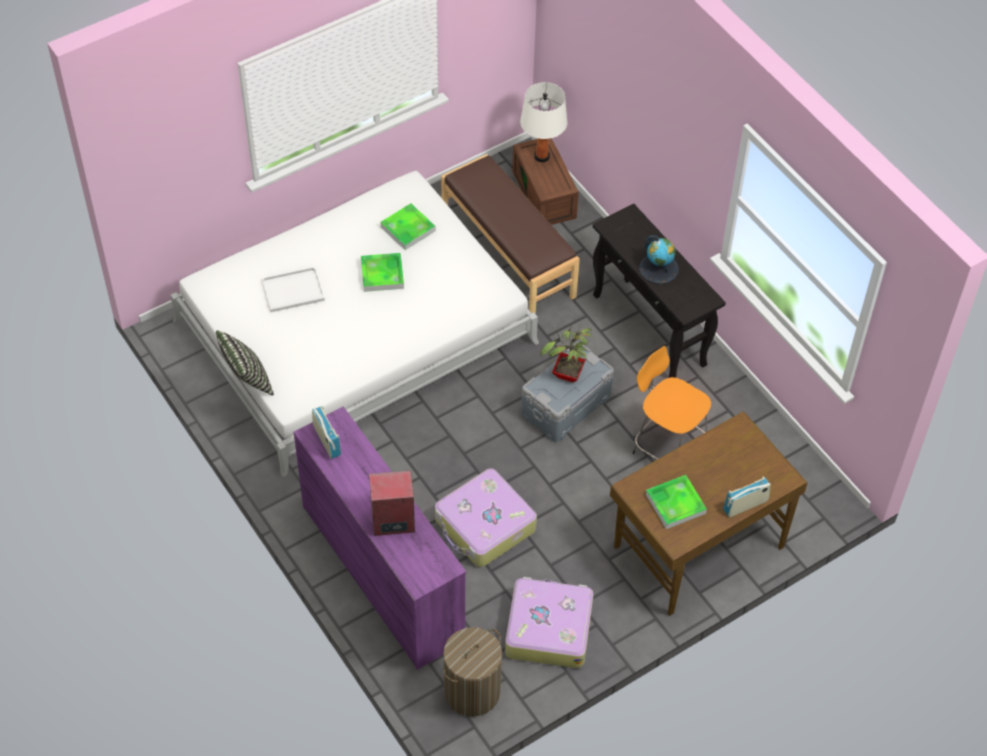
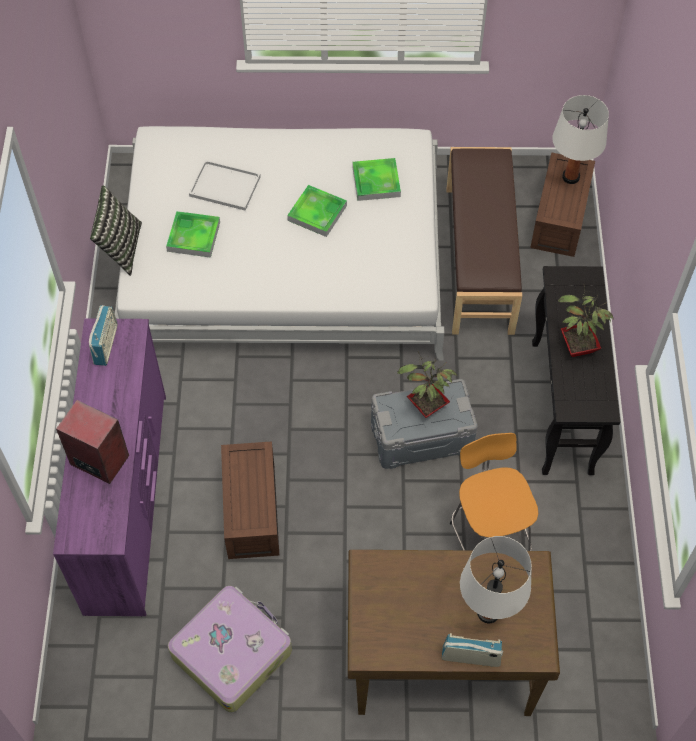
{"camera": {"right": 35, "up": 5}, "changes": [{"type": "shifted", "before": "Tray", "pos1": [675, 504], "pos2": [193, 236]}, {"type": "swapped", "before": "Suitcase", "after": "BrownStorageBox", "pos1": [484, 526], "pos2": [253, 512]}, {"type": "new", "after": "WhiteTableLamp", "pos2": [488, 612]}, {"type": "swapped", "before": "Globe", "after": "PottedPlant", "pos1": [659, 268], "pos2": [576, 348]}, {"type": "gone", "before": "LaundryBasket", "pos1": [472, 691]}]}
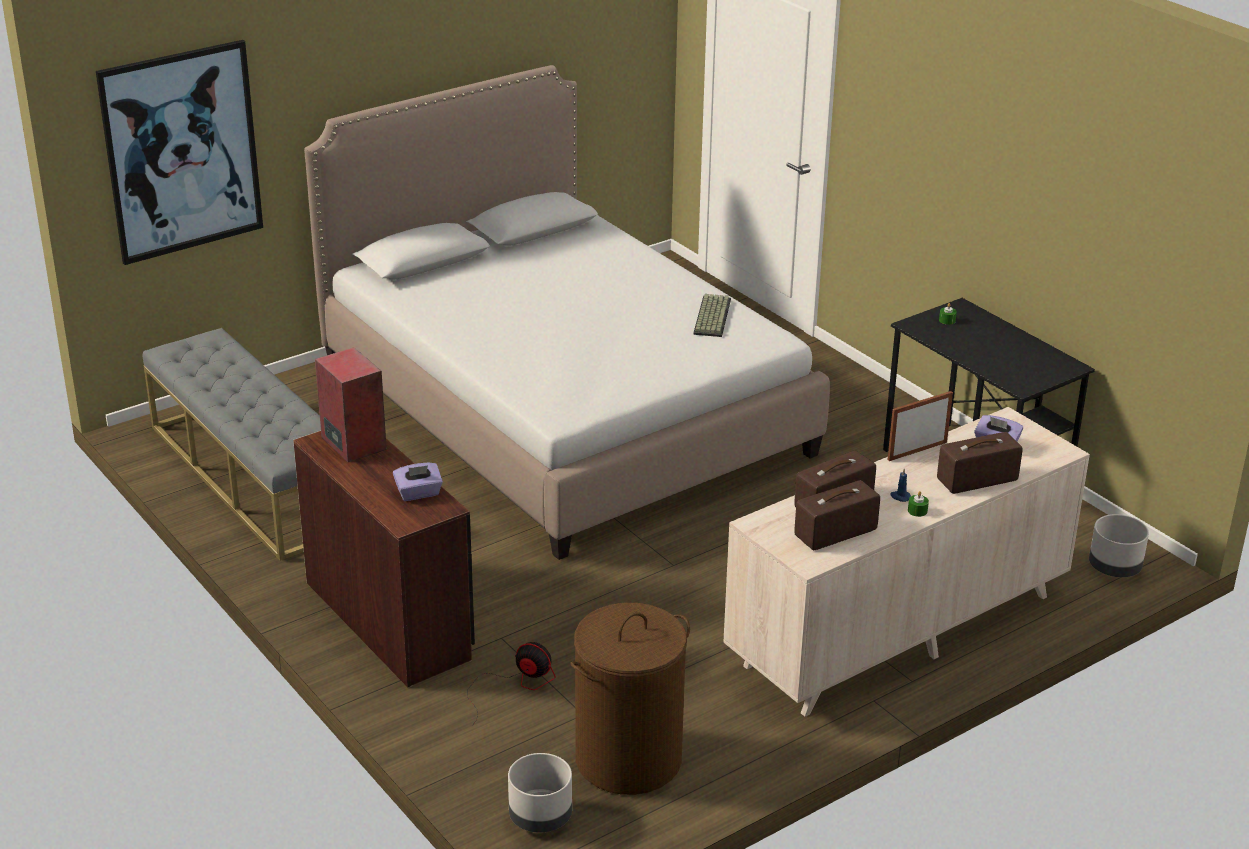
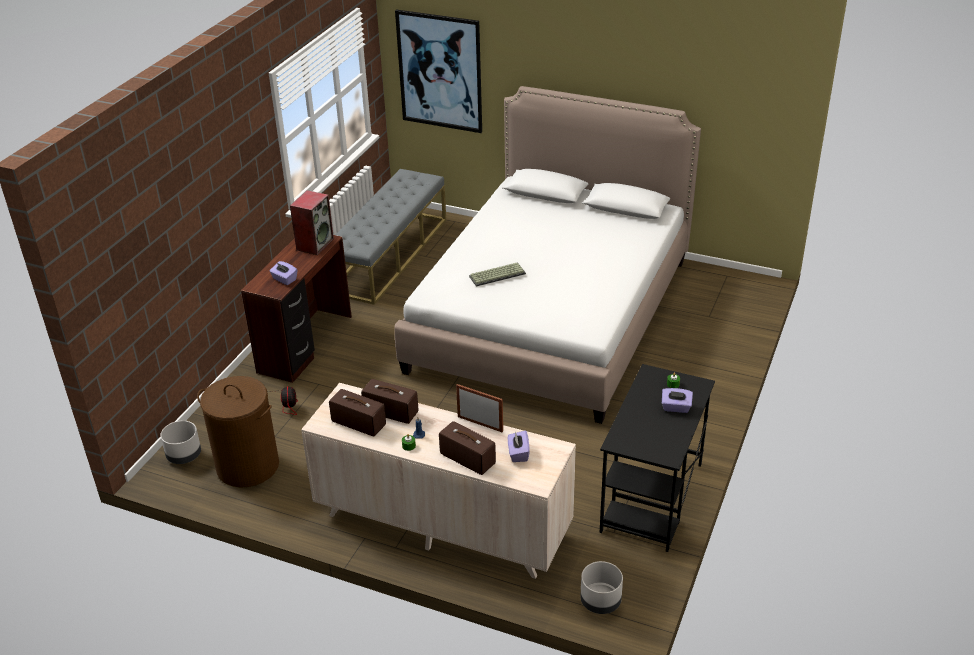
{"camera": {"right": 60, "up": 5}, "changes": [{"type": "shifted", "before": "Keyboard", "pos1": [711, 316], "pos2": [497, 274]}, {"type": "new", "after": "PurpleTissueBox", "pos2": [676, 408]}]}
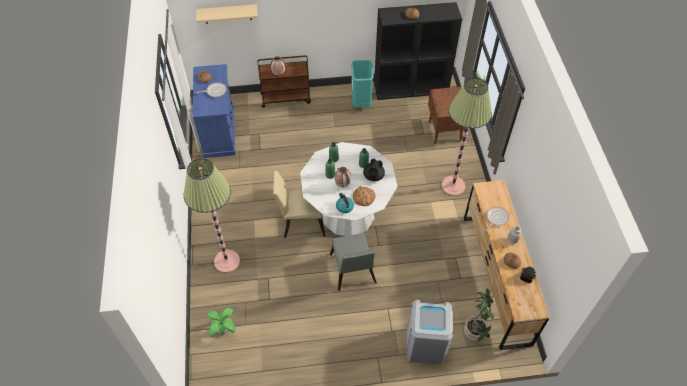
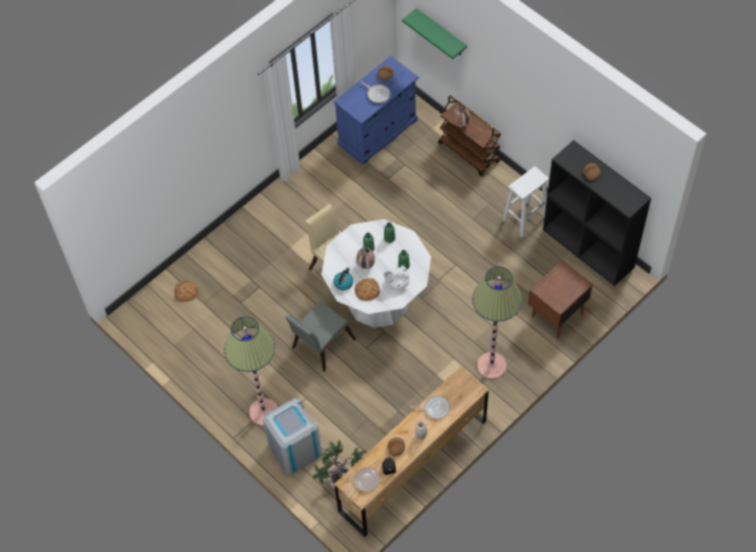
{"camera": {"right": 55, "up": 5}, "changes": [{"type": "swapped", "before": "PottedPlant", "after": "Bread", "pos1": [223, 330], "pos2": [186, 291]}, {"type": "shifted", "before": "FloorLamp", "pos1": [227, 261], "pos2": [264, 412]}, {"type": "new", "after": "FryingPan", "pos2": [365, 480]}, {"type": "repainted", "before": "BlackTeapot", "after": "WhiteTeapot", "pos1": [373, 176], "pos2": [396, 282]}, {"type": "repainted", "before": "BeigeShelf", "after": "GreenShelf", "pos1": [227, 14], "pos2": [441, 33]}, {"type": "swapped", "before": "TurquoiseTrashCan", "after": "WhiteStool", "pos1": [361, 102], "pos2": [525, 218]}]}
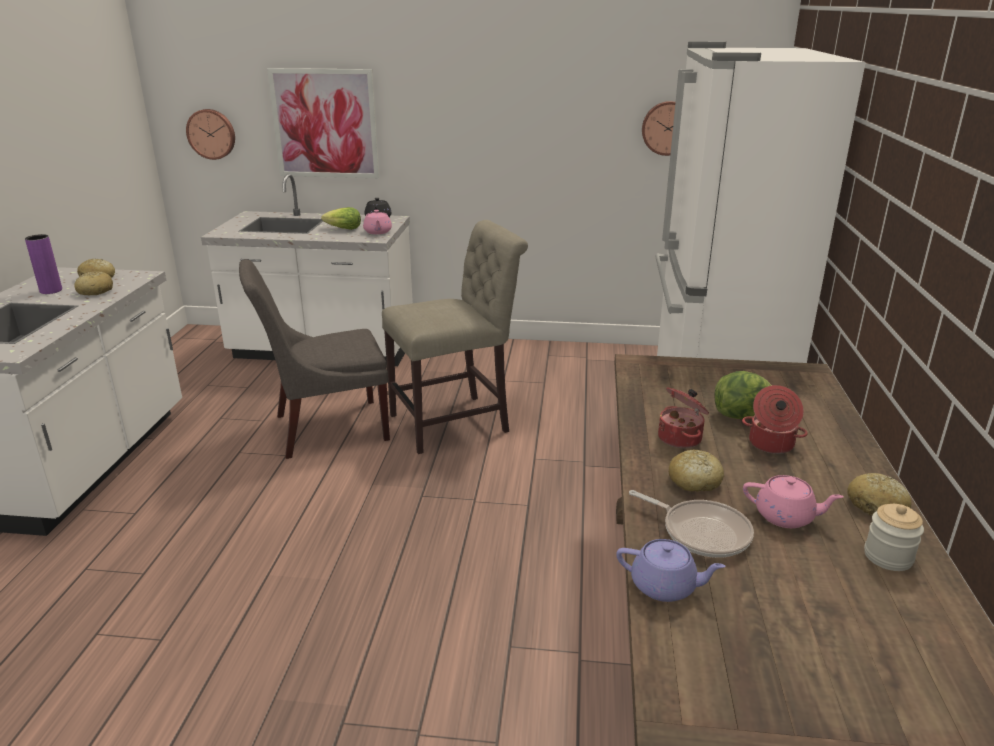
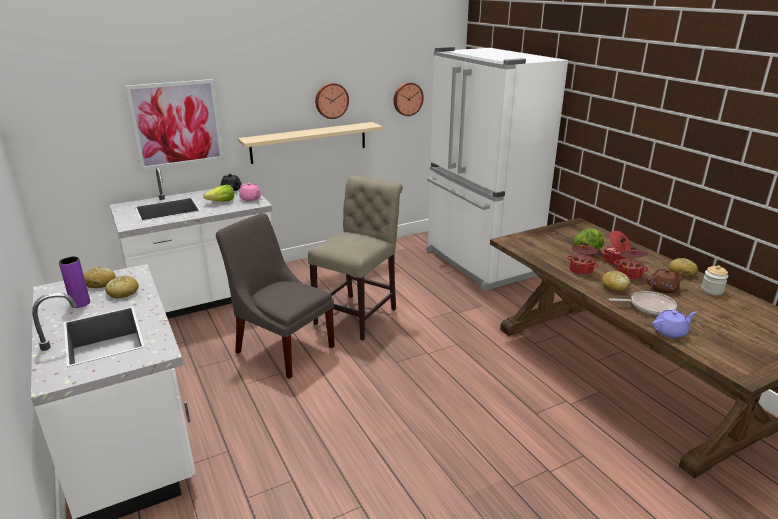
{"camera": {"right": -35, "up": 0}, "changes": [{"type": "rotated", "before": "GreyChair", "pos1": [325, 428], "pos2": [282, 347], "turn": 90}, {"type": "new", "after": "BeigeShelf", "pos2": [309, 142]}, {"type": "shifted", "before": "WallClock", "pos1": [212, 134], "pos2": [331, 100]}, {"type": "new", "after": "CookingPot", "pos2": [629, 275]}, {"type": "repainted", "before": "PinkTeapot", "after": "BrownTeapot", "pos1": [786, 516], "pos2": [664, 288]}]}
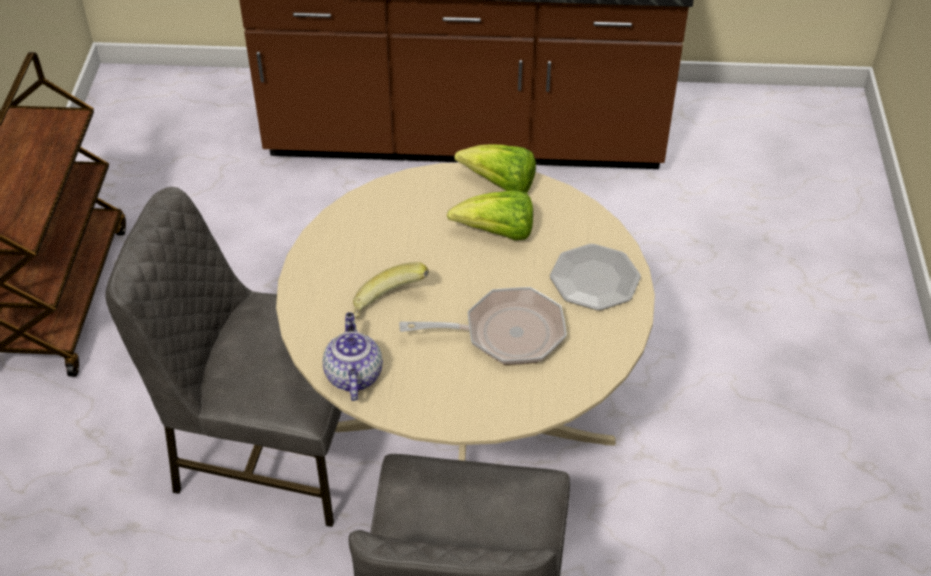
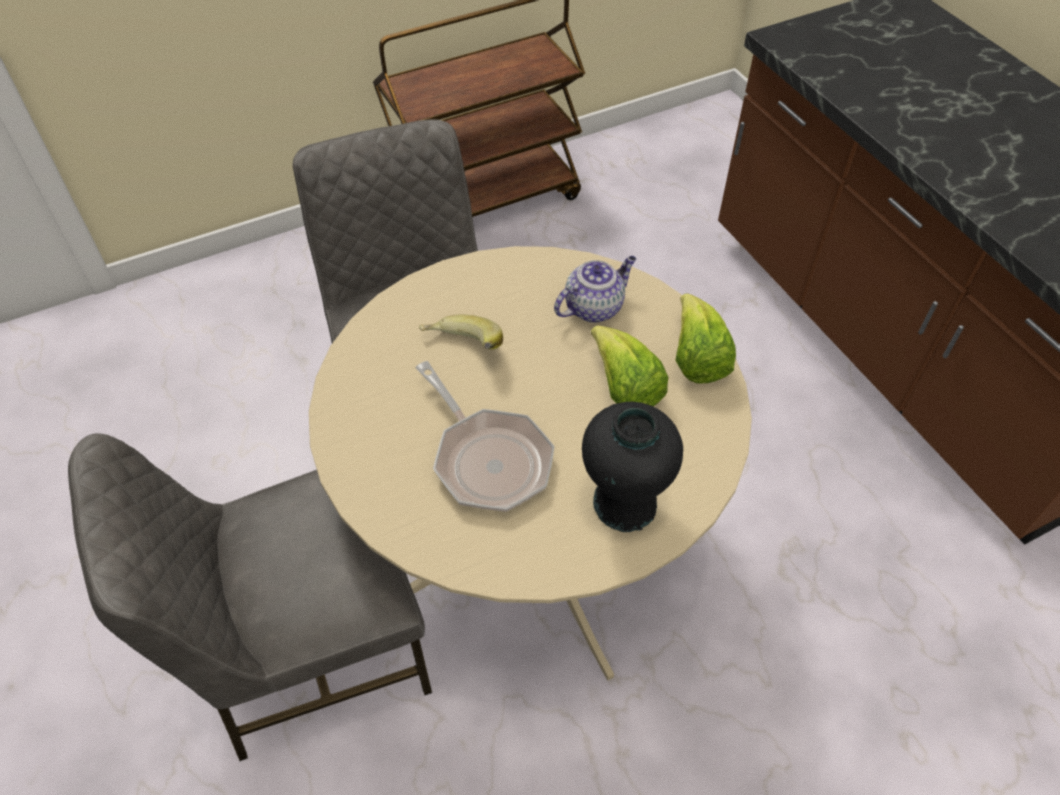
{"camera": {"right": 60, "up": 5}, "changes": [{"type": "shifted", "before": "Teapot", "pos1": [353, 375], "pos2": [594, 307]}, {"type": "swapped", "before": "Plate", "after": "BlackVase", "pos1": [595, 279], "pos2": [624, 504]}]}
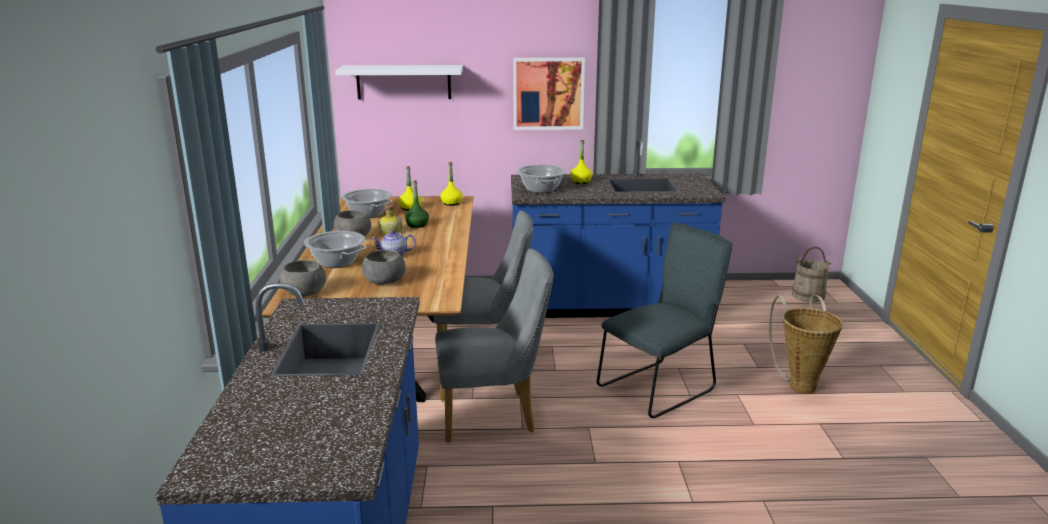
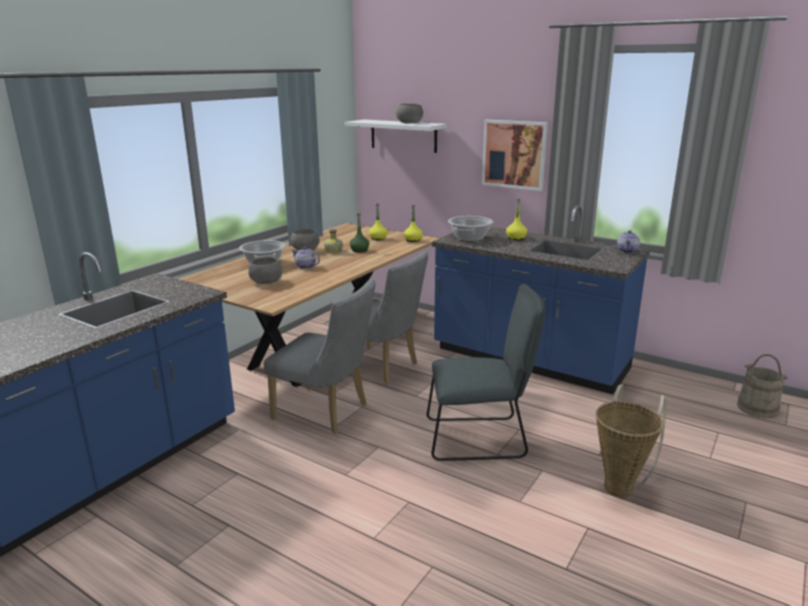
{"camera": {"right": 35, "up": 0}, "changes": [{"type": "shifted", "before": "GreyBowl", "pos1": [305, 292], "pos2": [409, 123]}, {"type": "new", "after": "Teapot", "pos2": [627, 251]}, {"type": "gone", "before": "CookingPot", "pos1": [368, 214]}]}
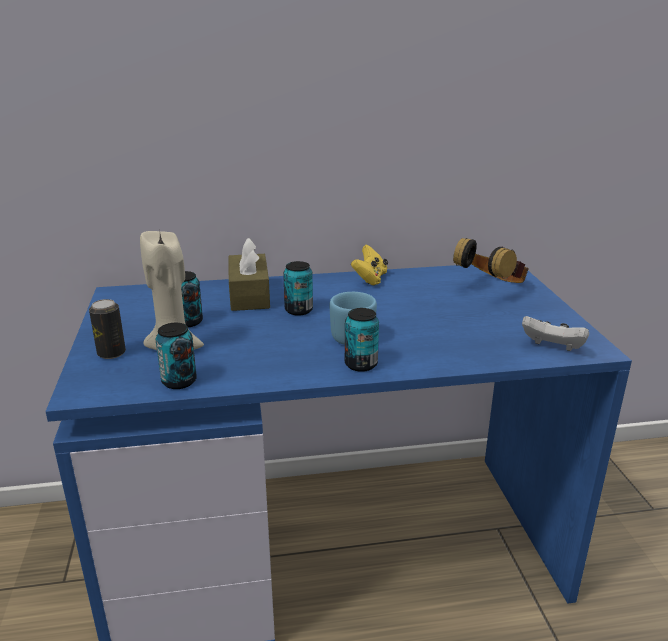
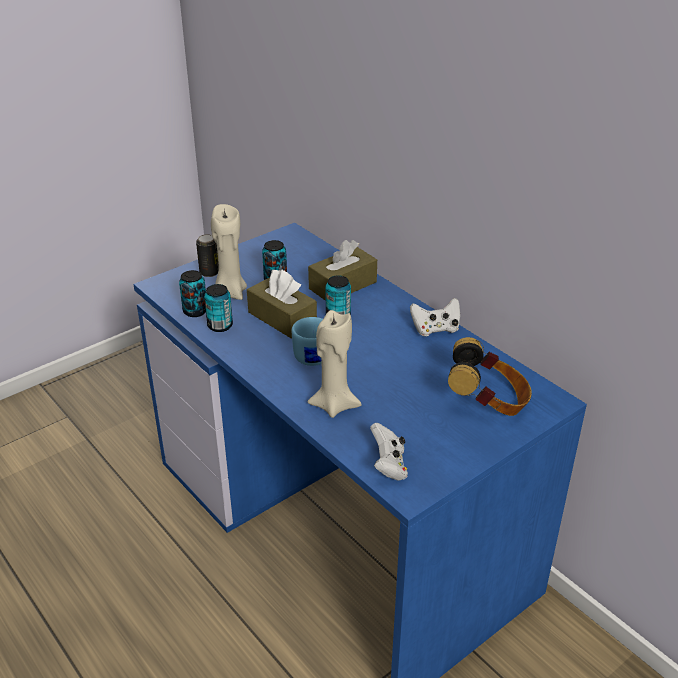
{"camera": {"right": 60, "up": 10}, "changes": [{"type": "shifted", "before": "Can", "pos1": [361, 364], "pos2": [220, 326]}, {"type": "new", "after": "BrownTissueBox", "pos2": [282, 318]}, {"type": "new", "after": "BeigeCandle", "pos2": [334, 405]}, {"type": "repainted", "before": "YellowGameController", "after": "WhiteGameController", "pos1": [370, 279], "pos2": [435, 329]}]}
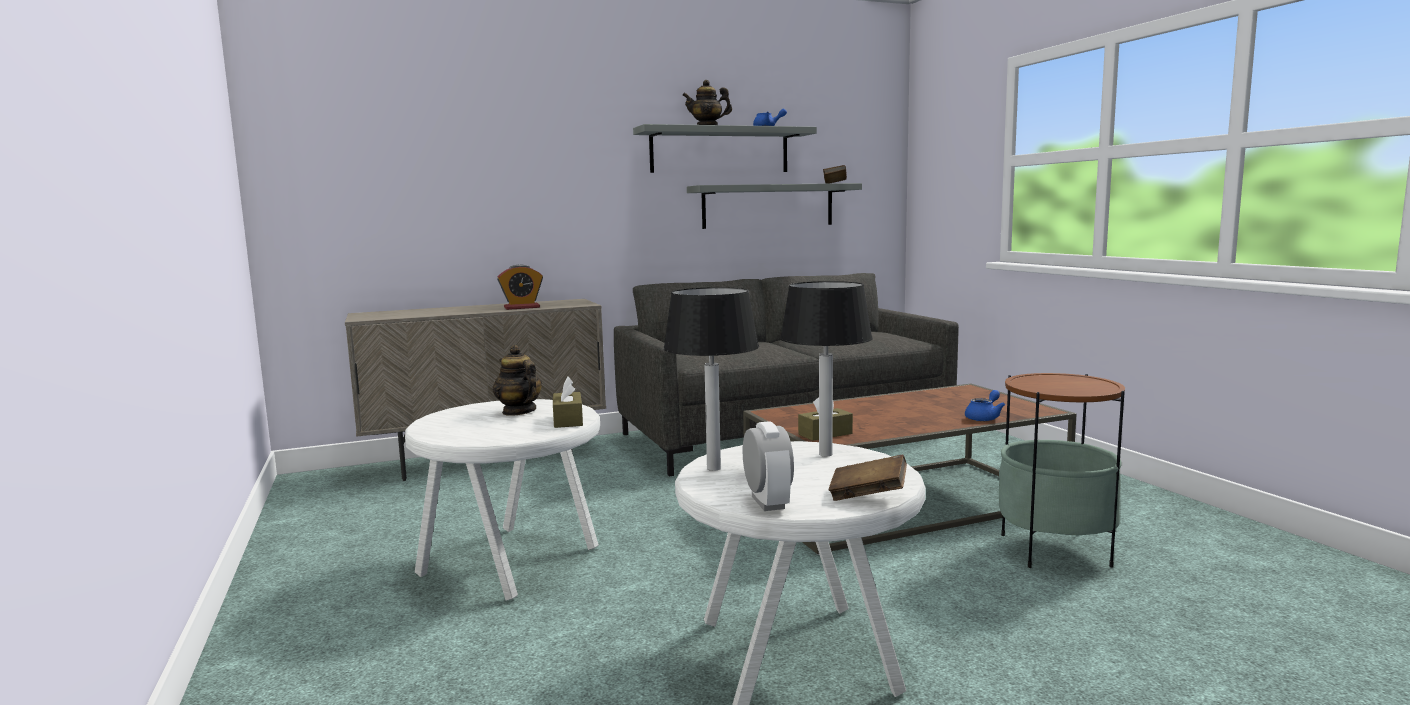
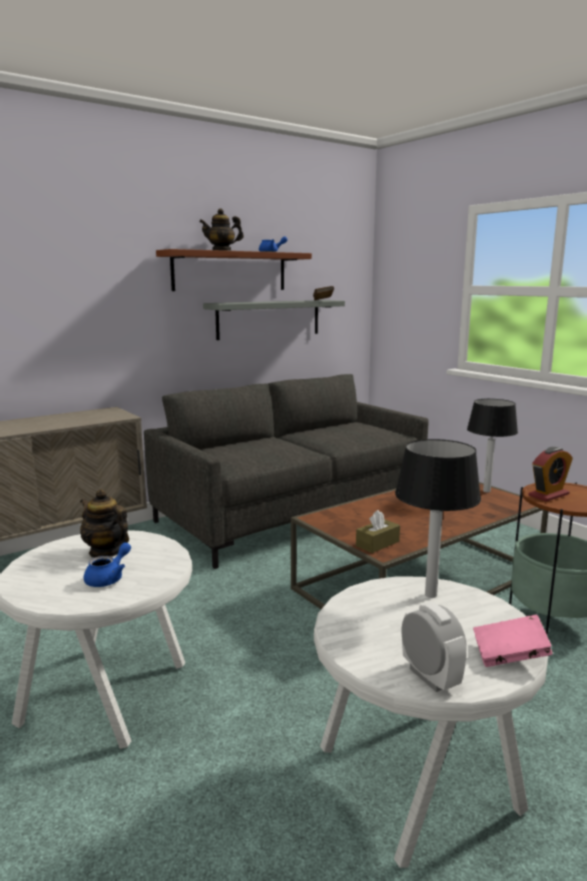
{"camera": {"right": -15, "up": 5}, "changes": [{"type": "shifted", "before": "BlueTeapot", "pos1": [984, 418], "pos2": [109, 578]}, {"type": "repainted", "before": "GreyShelf", "after": "BrownShelf", "pos1": [720, 150], "pos2": [230, 271]}, {"type": "shifted", "before": "TableLamp", "pos1": [713, 468], "pos2": [486, 491]}, {"type": "repainted", "before": "BrownBook", "after": "PinkBook", "pos1": [868, 496], "pos2": [509, 656]}, {"type": "shifted", "before": "AlarmClock", "pos1": [522, 307], "pos2": [548, 495]}, {"type": "gone", "before": "BrownTissueBox", "pos1": [568, 420]}]}
